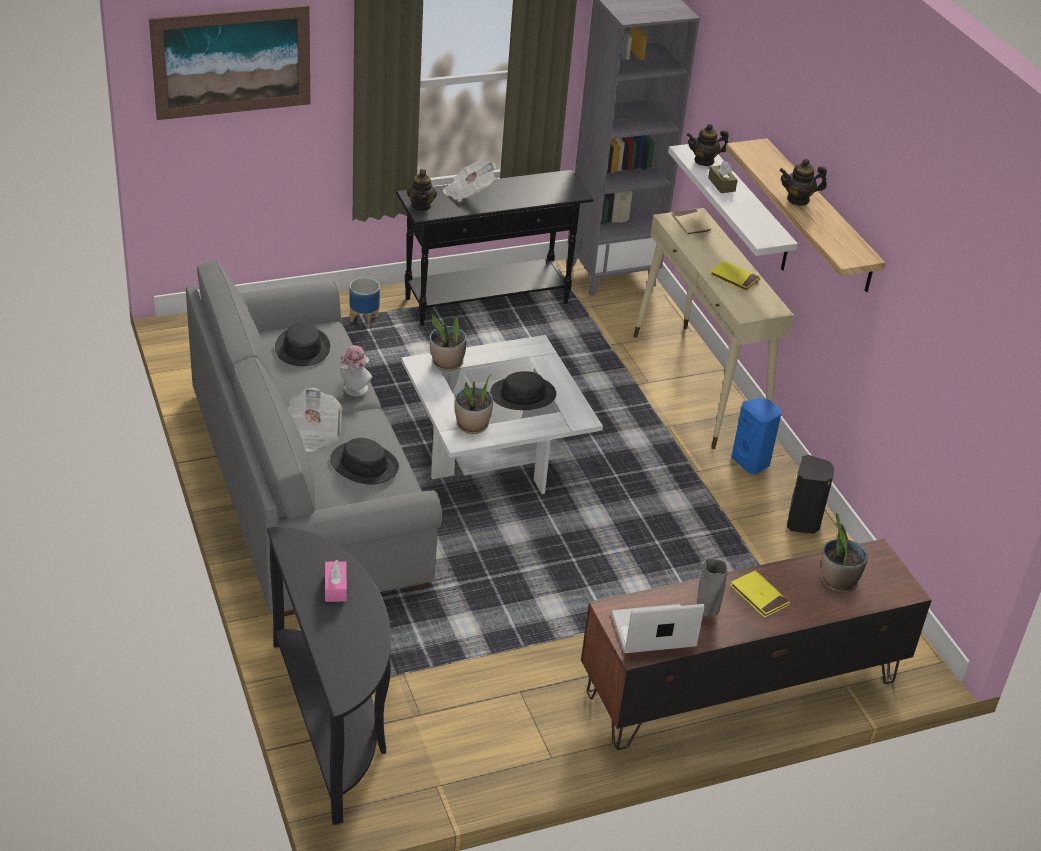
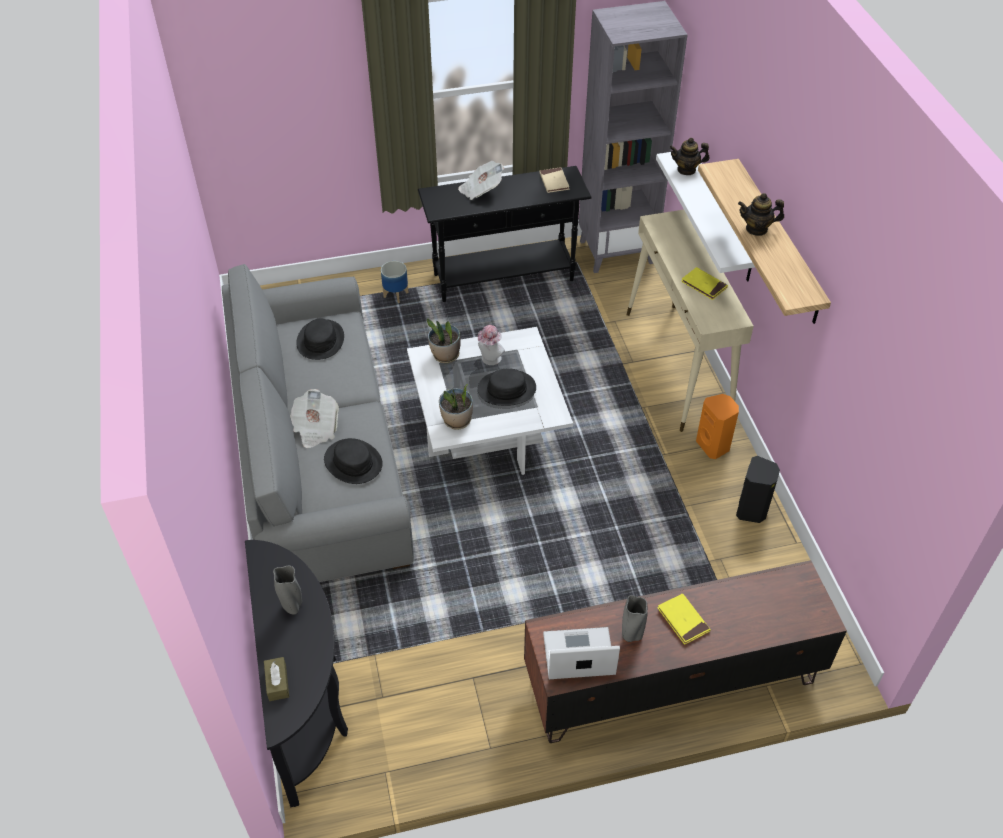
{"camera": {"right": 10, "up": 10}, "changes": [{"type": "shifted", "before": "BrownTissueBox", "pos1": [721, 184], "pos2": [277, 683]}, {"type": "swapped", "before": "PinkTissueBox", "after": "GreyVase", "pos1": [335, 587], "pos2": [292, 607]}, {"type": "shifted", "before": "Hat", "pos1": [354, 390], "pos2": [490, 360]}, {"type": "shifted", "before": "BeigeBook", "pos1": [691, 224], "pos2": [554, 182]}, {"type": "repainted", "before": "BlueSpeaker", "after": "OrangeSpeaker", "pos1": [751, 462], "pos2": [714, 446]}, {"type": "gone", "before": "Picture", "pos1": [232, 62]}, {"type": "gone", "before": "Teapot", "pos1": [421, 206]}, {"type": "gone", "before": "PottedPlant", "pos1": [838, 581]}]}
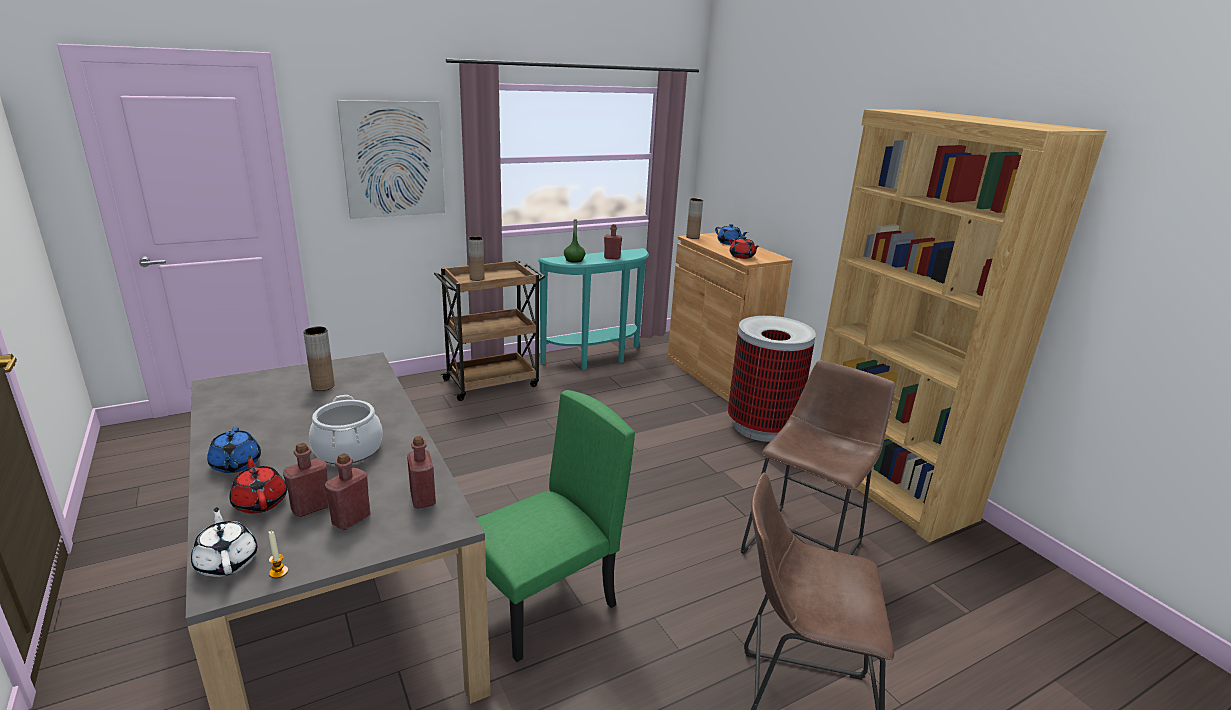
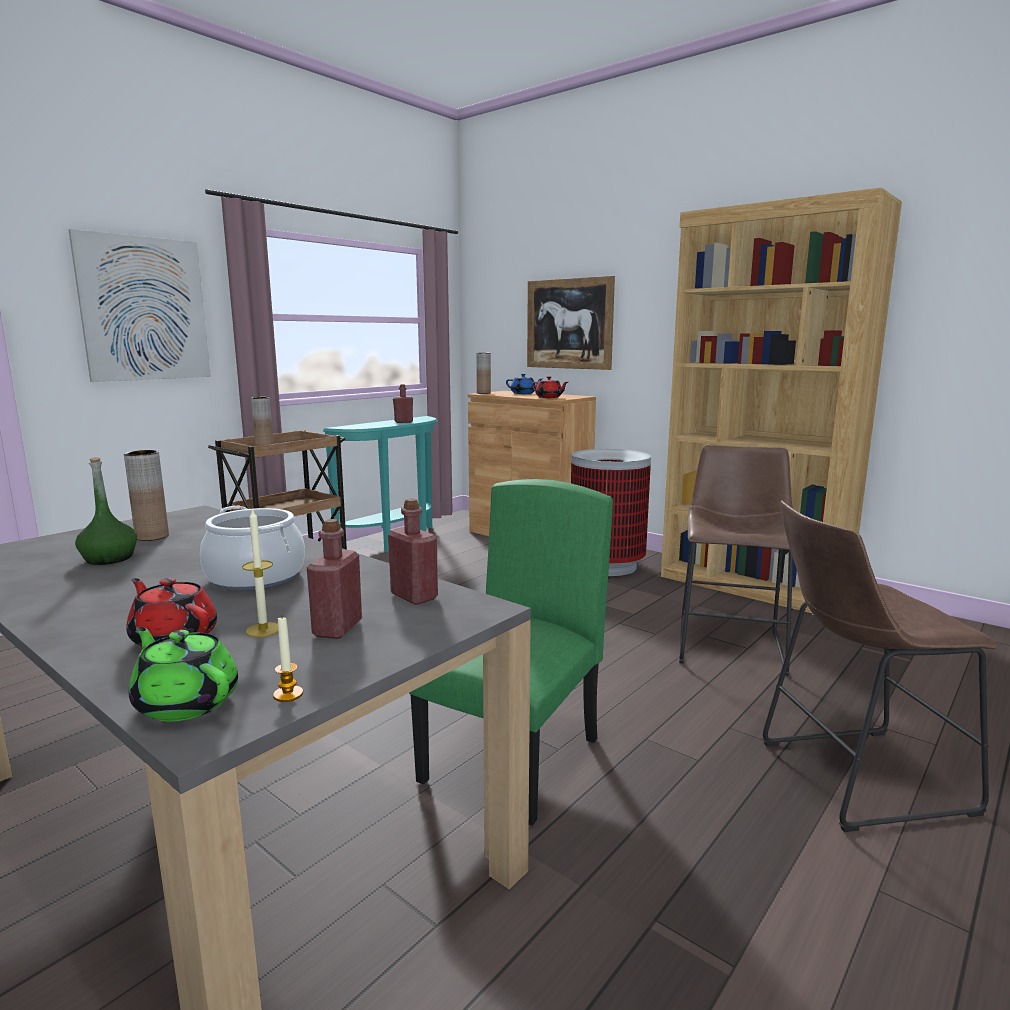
{"camera": {"right": -20, "up": -10}, "changes": [{"type": "shifted", "before": "GreenBottle", "pos1": [574, 260], "pos2": [109, 559]}, {"type": "repainted", "before": "WhiteTeapot", "after": "GreenTeapot", "pos1": [227, 561], "pos2": [186, 702]}, {"type": "swapped", "before": "RedBottle", "after": "Candle", "pos1": [311, 508], "pos2": [263, 630]}, {"type": "new", "after": "Picture", "pos2": [569, 324]}, {"type": "gone", "before": "BlueTeapot", "pos1": [236, 465]}]}
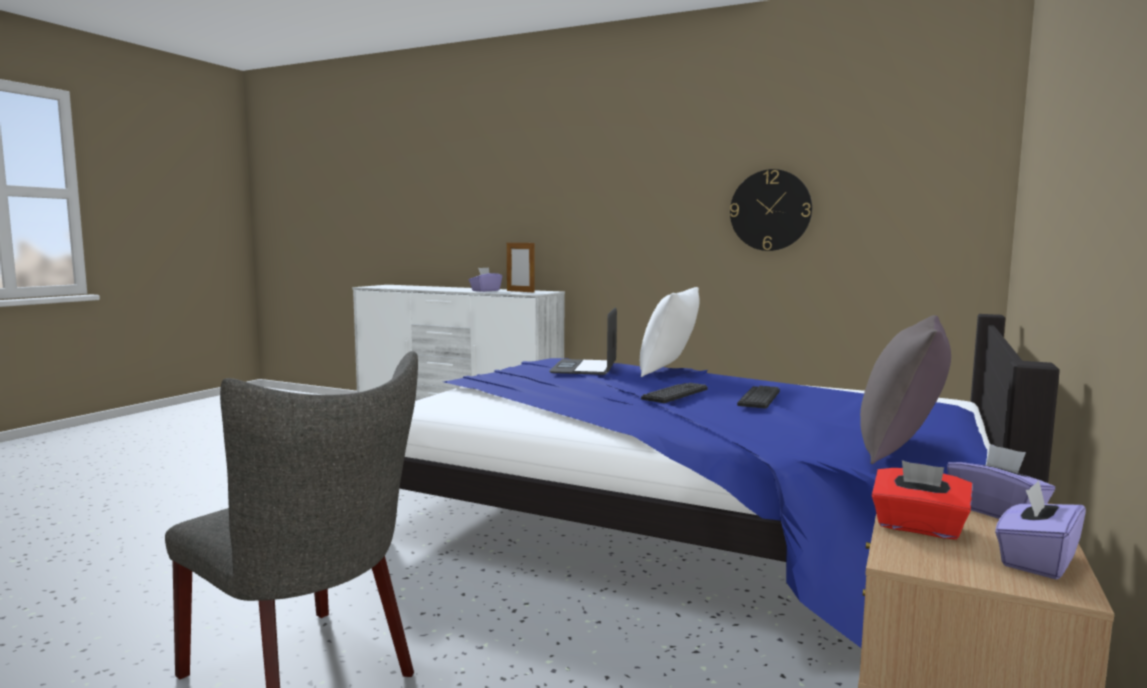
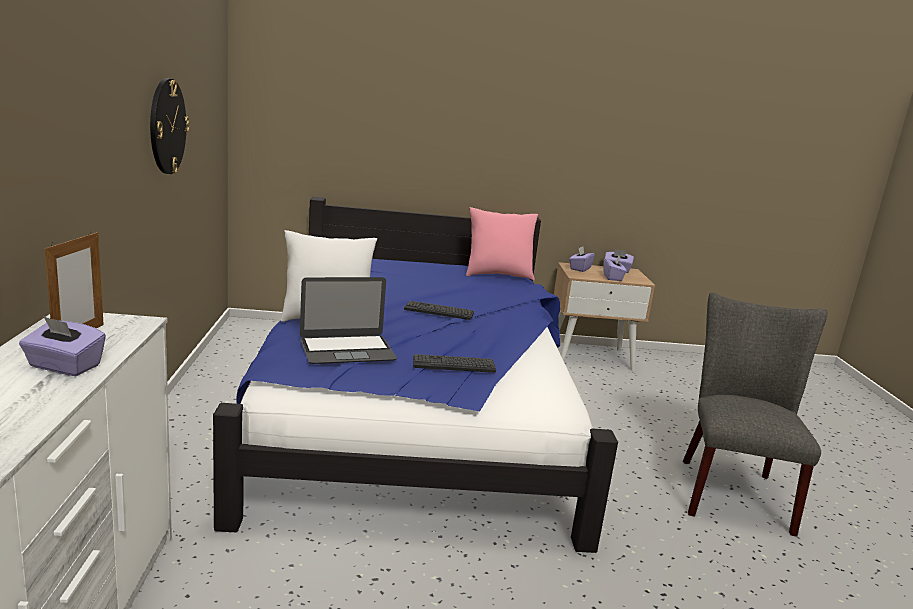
{"camera": {"right": -120, "up": 10}, "changes": [{"type": "shifted", "before": "Keyboard", "pos1": [759, 398], "pos2": [454, 365]}, {"type": "repainted", "before": "GreyPillow", "after": "PinkPillow", "pos1": [900, 450], "pos2": [498, 275]}, {"type": "repainted", "before": "RedTissueBox", "after": "PurpleTissueBox", "pos1": [918, 527], "pos2": [613, 277]}]}
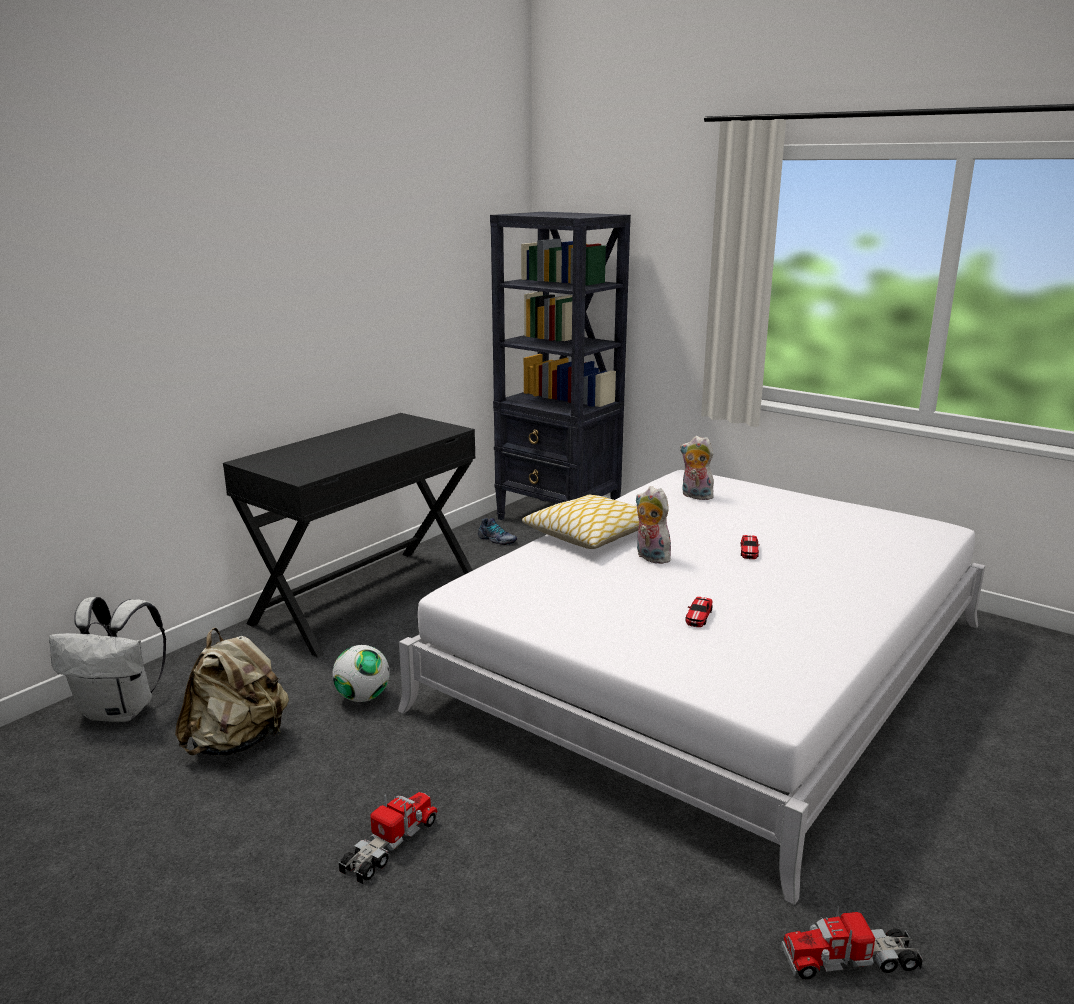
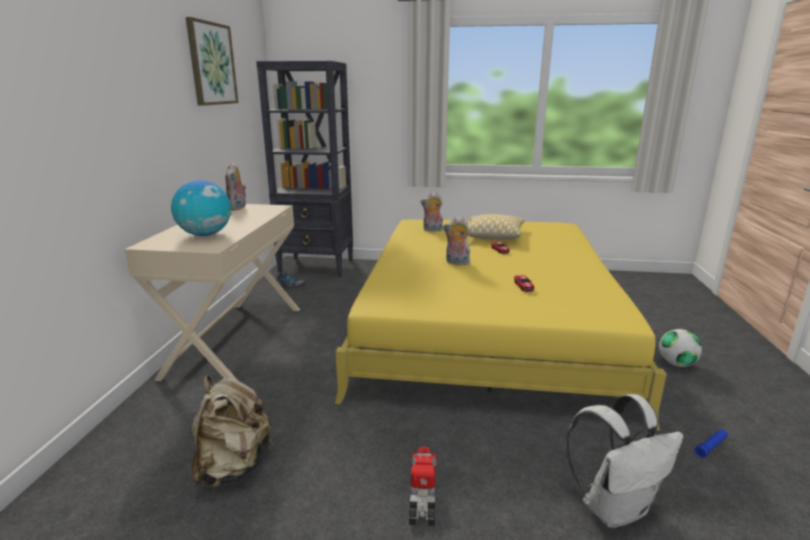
{"camera": {"right": -30, "up": 0}, "changes": [{"type": "repainted", "before": "BlackDesk", "after": "BeigeDesk", "pos1": [366, 598], "pos2": [235, 339]}, {"type": "new", "after": "Globe", "pos2": [205, 235]}, {"type": "new", "after": "Picture", "pos2": [211, 64]}, {"type": "new", "after": "PlushToy", "pos2": [238, 208]}, {"type": "repainted", "before": "WhiteBed", "after": "YellowBed", "pos1": [711, 665], "pos2": [486, 323]}, {"type": "shifted", "before": "Pillow", "pos1": [591, 535], "pos2": [493, 235]}, {"type": "shifted", "before": "WhiteBackpack", "pos1": [121, 710], "pos2": [614, 507]}, {"type": "shifted", "before": "Football", "pos1": [363, 697], "pos2": [676, 364]}, {"type": "swapped", "before": "ToyTruck", "after": "BlueFlashlight", "pos1": [850, 960], "pos2": [710, 447]}]}
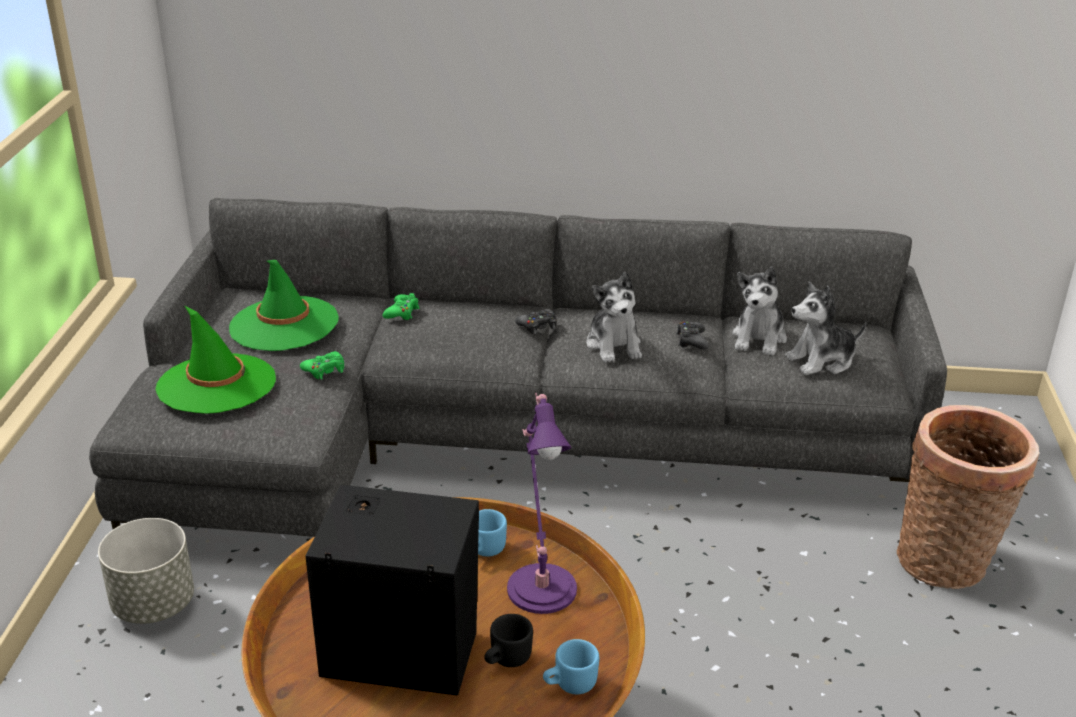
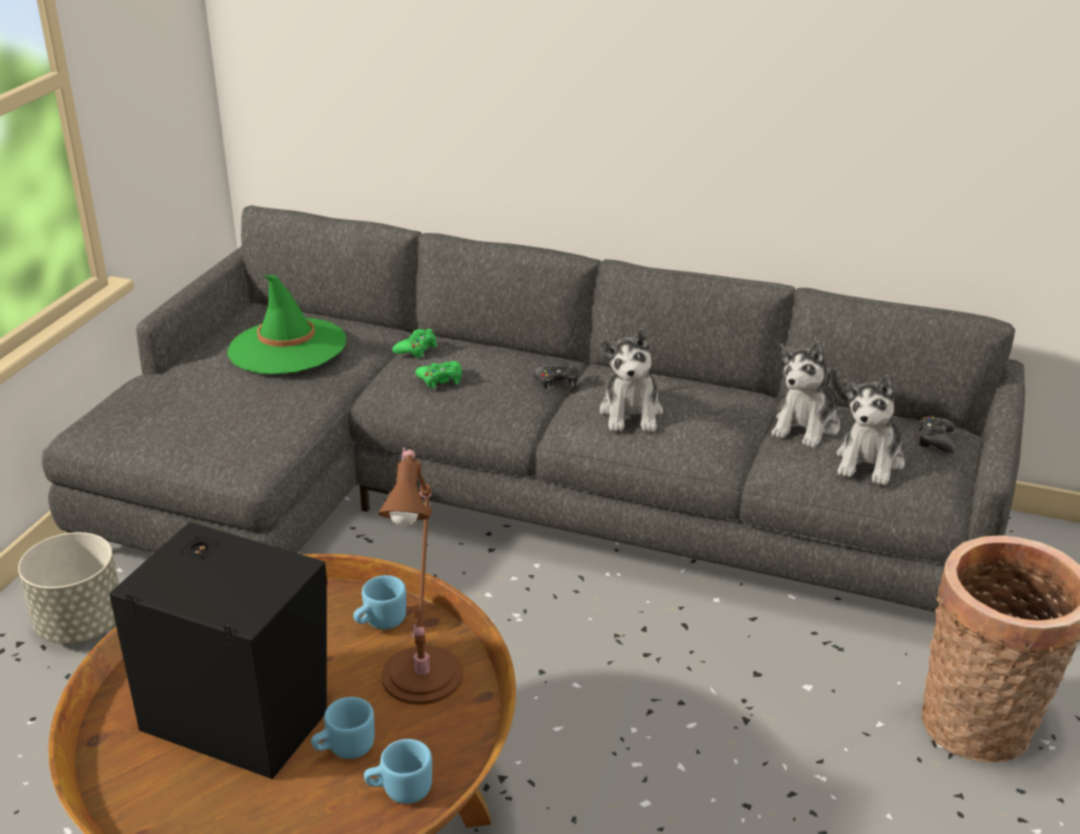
{"camera": {"right": 15, "up": 0}, "changes": [{"type": "repainted", "before": "BlackMug", "after": "BlueMug", "pos1": [506, 660], "pos2": [344, 749]}, {"type": "repainted", "before": "PurpleTableLamp", "after": "BrownTableLamp", "pos1": [541, 585], "pos2": [424, 671]}, {"type": "shifted", "before": "GreenGameController", "pos1": [325, 370], "pos2": [441, 380]}, {"type": "rotated", "before": "PlushToy", "pos1": [821, 361], "pos2": [870, 461], "turn": -60}, {"type": "shifted", "before": "BlackGameController", "pos1": [691, 341], "pos2": [935, 440]}, {"type": "gone", "before": "GreenHat", "pos1": [216, 384]}]}
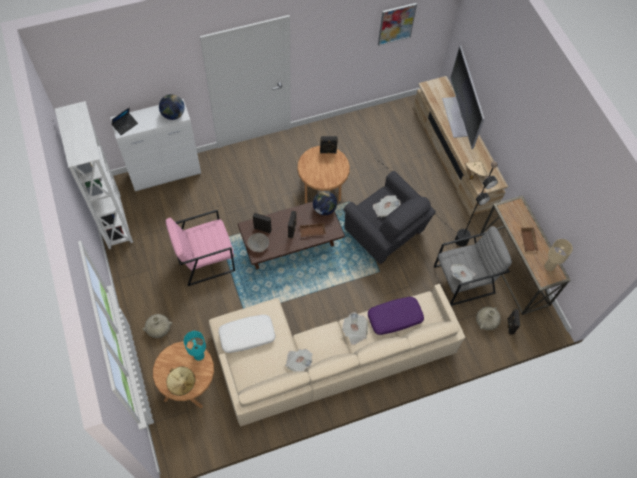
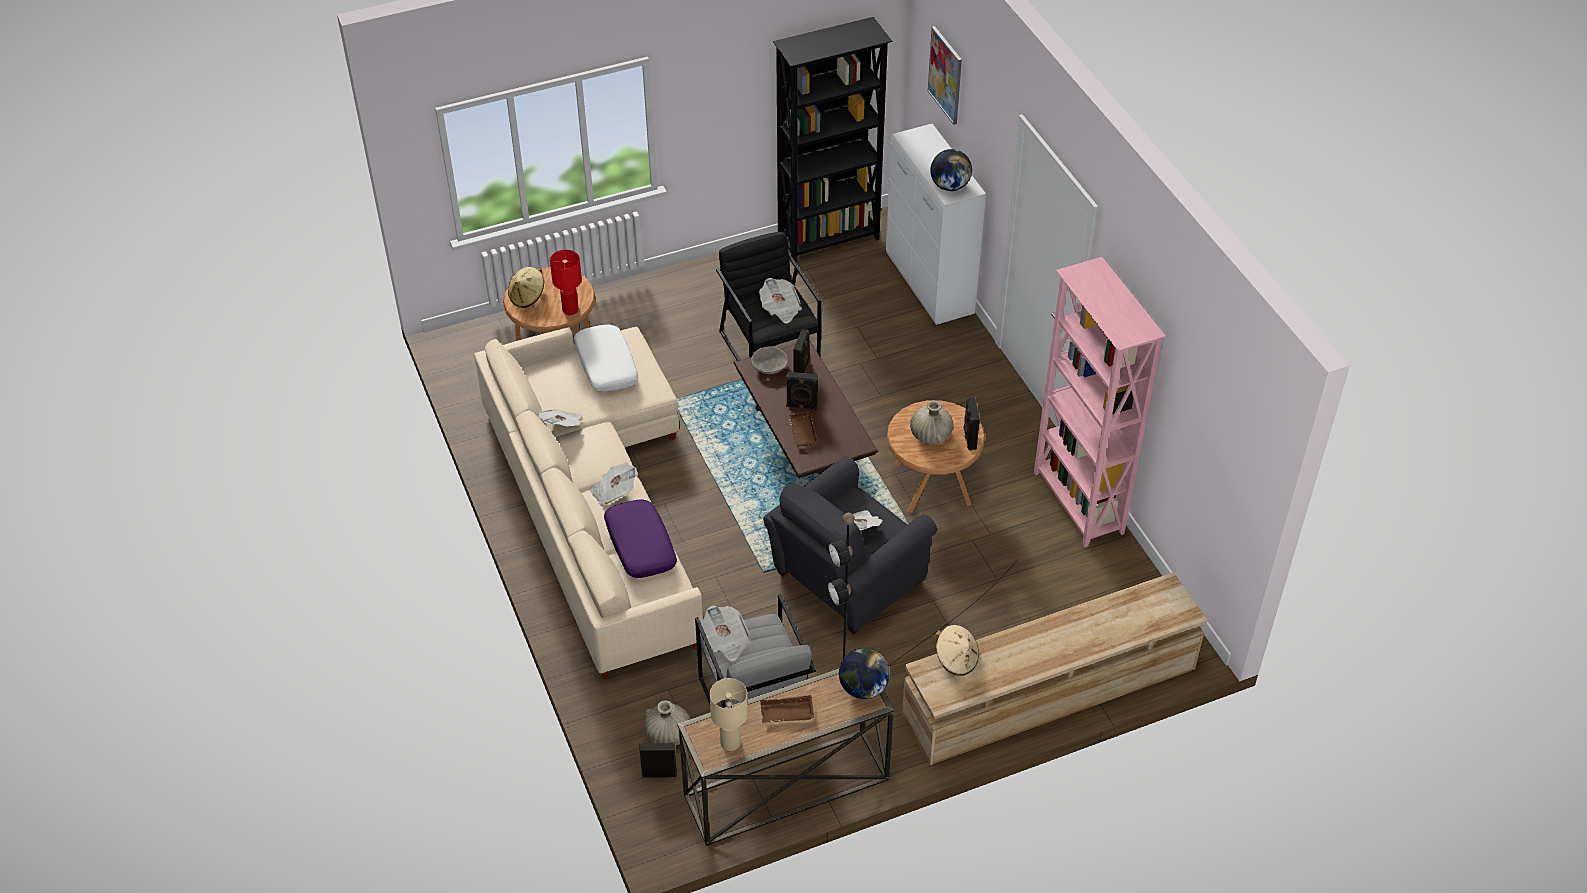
{"camera": {"right": 90, "up": -15}, "changes": [{"type": "repainted", "before": "TurquoiseTableLamp", "after": "RedTableLamp", "pos1": [199, 355], "pos2": [570, 310]}, {"type": "repainted", "before": "PinkArmchair", "after": "BlackArmchair", "pos1": [205, 259], "pos2": [769, 346]}, {"type": "new", "after": "Newspaper", "pos2": [780, 309]}, {"type": "repainted", "before": "WhiteBookcase", "after": "BlackBookcase", "pos1": [115, 221], "pos2": [829, 240]}, {"type": "shifted", "before": "Globe", "pos1": [324, 209], "pos2": [863, 688]}, {"type": "shifted", "before": "BeigeVase", "pos1": [158, 329], "pos2": [931, 435]}, {"type": "shifted", "before": "Picture", "pos1": [396, 24], "pos2": [945, 75]}, {"type": "new", "after": "PinkBookcase", "pos2": [1077, 504]}, {"type": "gone", "before": "Laptop", "pos1": [125, 125]}, {"type": "gone", "before": "Television", "pos1": [456, 117]}]}
